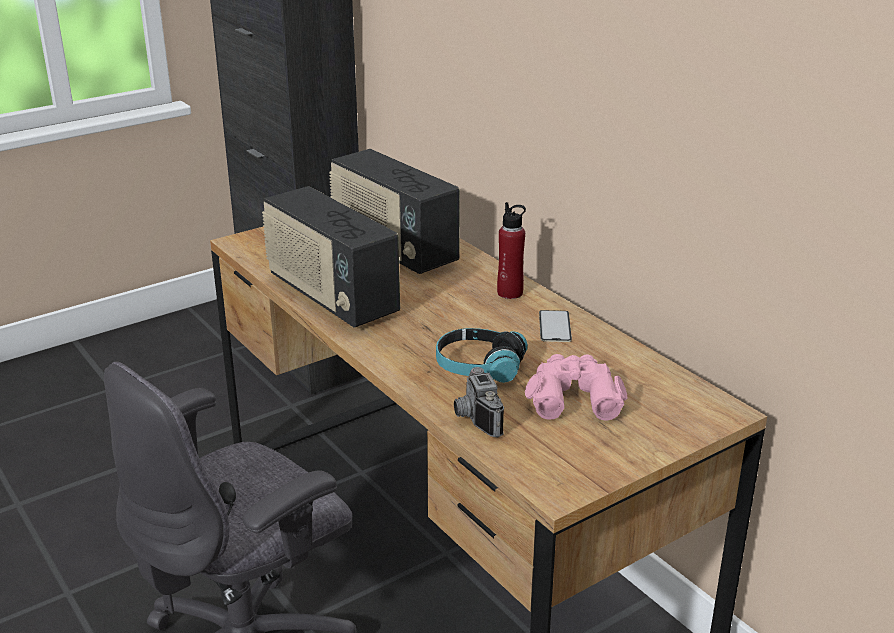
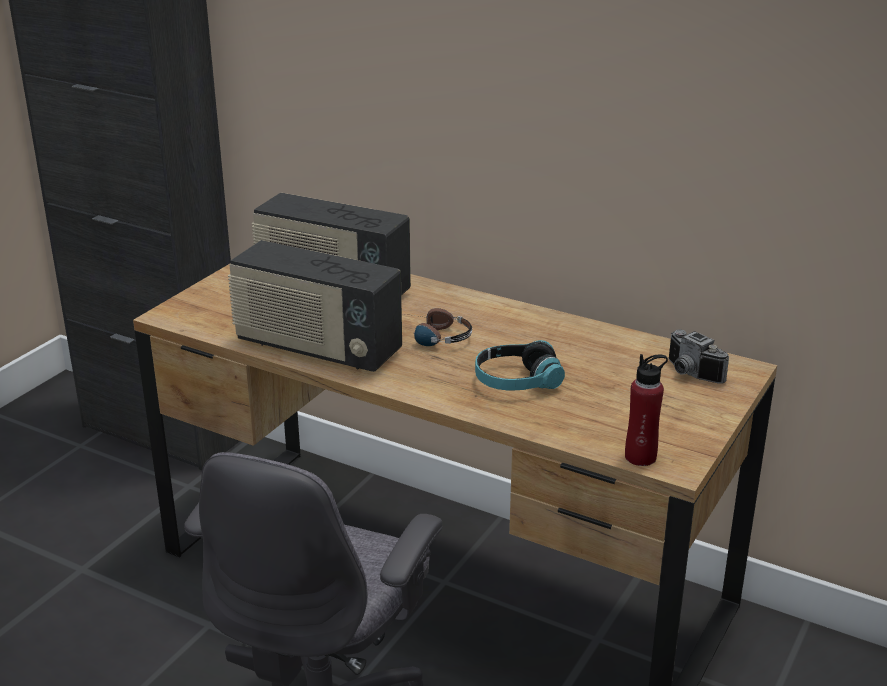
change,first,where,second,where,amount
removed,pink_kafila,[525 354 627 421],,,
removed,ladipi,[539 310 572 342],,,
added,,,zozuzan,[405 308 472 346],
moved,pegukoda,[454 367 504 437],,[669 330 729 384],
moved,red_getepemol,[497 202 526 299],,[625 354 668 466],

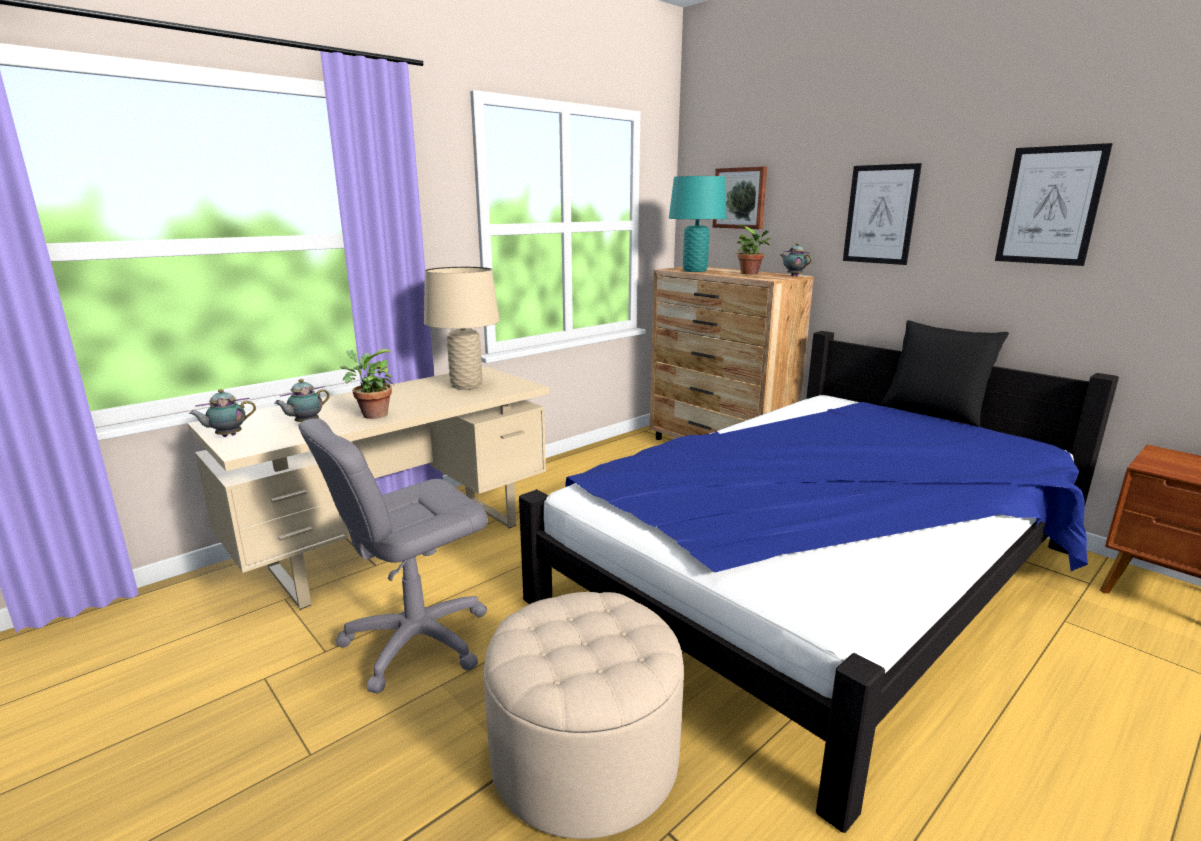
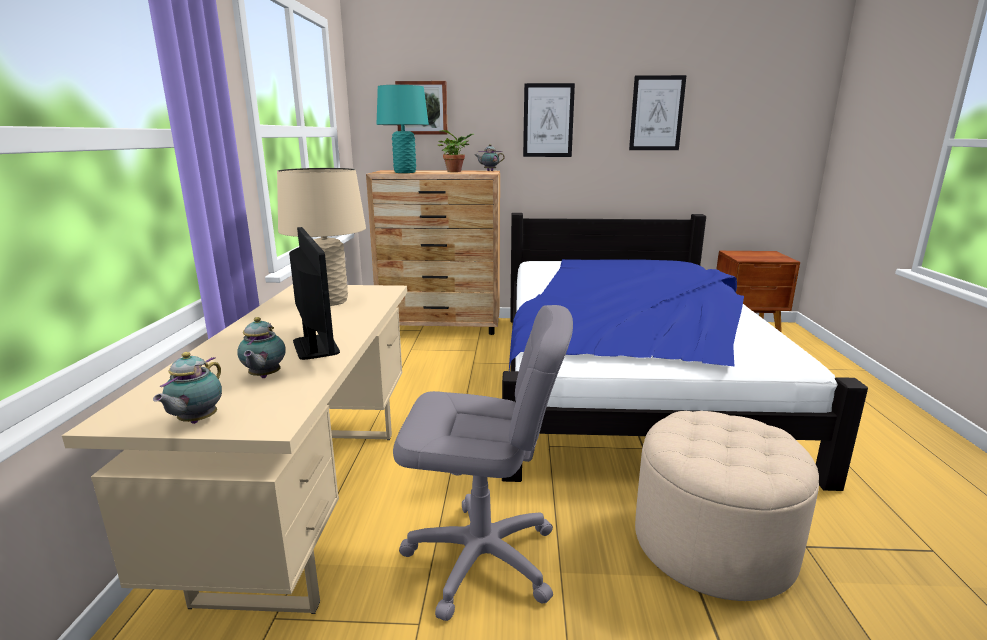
change,first,where,second,where,amount
removed,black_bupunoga,[881 320 1009 427],,,
replaced,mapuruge,[340 349 394 419],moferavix,[289 227 340 360],
turned,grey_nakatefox,[298 418 488 693],,[393 305 573 621],90 degrees counterclockwise

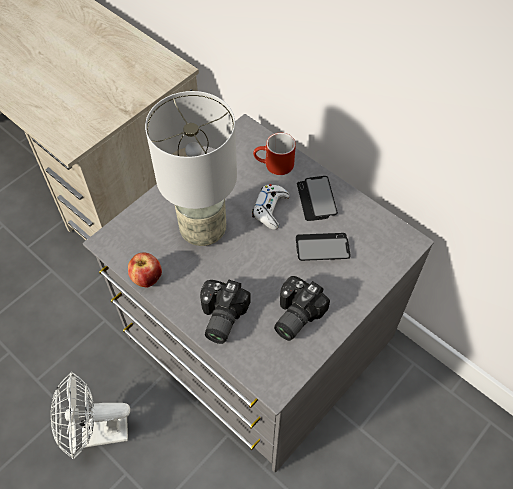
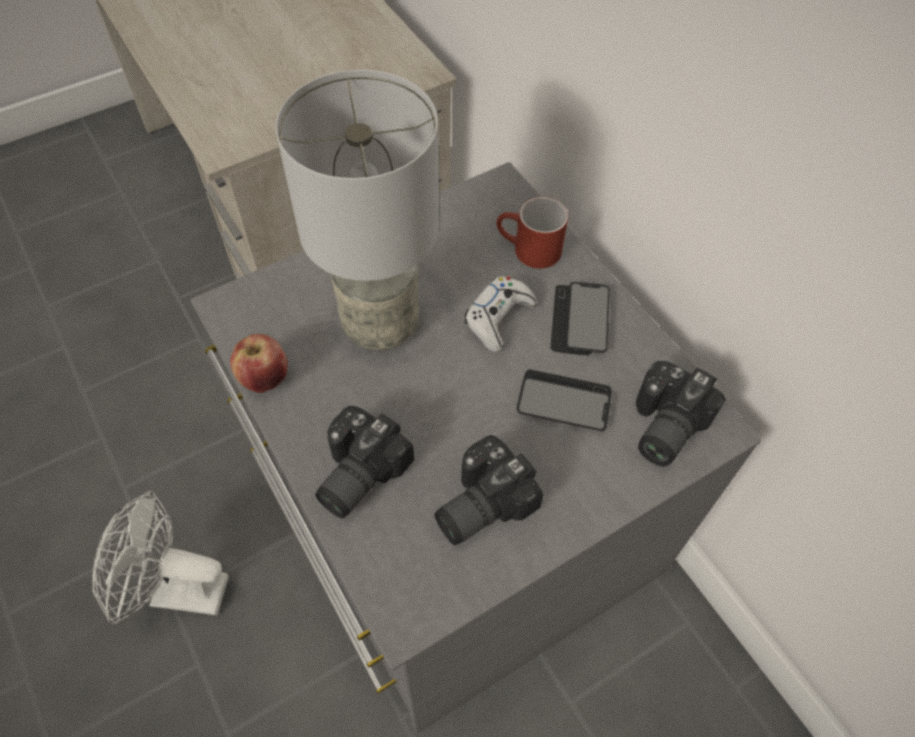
change,first,where,second,where,amount
added,,,pegukoda,[636 361 726 467],

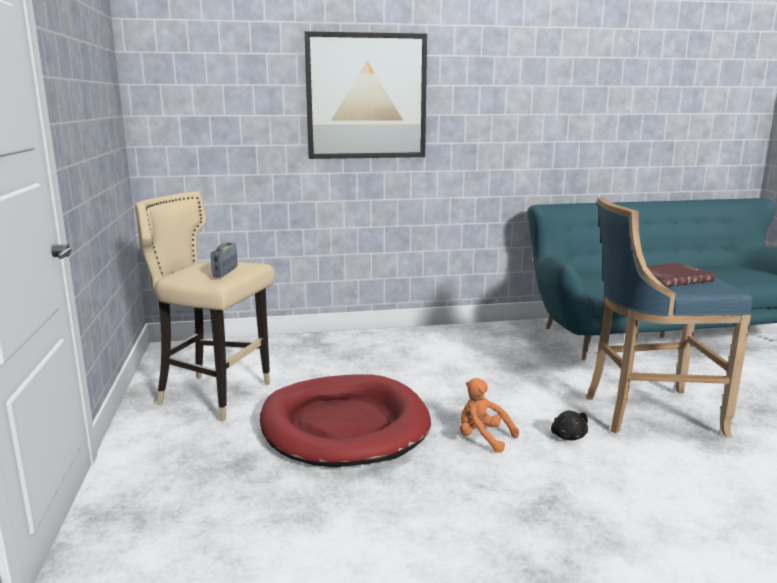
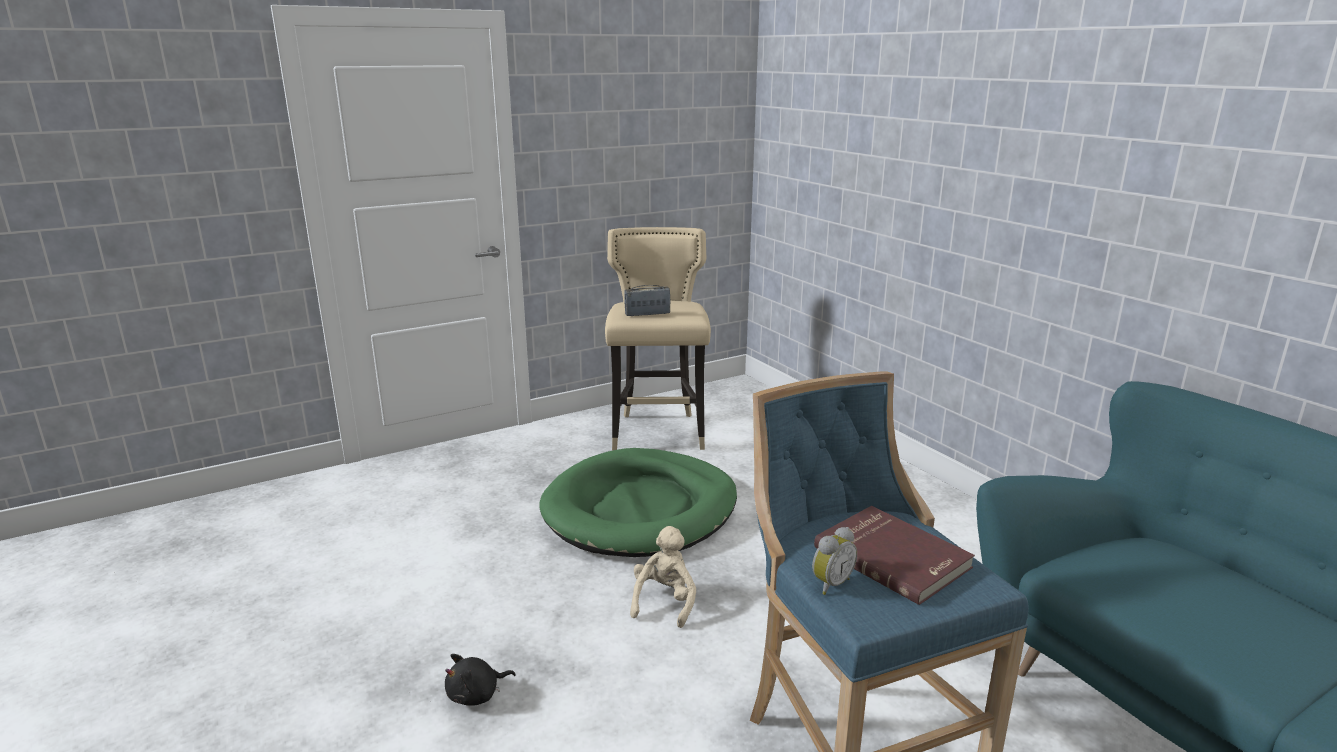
change,first,where,second,where,amount
removed,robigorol,[304 31 427 159],,,
added,,,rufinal,[812 527 857 595],
moved,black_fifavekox,[551 411 588 440],,[445 654 516 706],
recoloured,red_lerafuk,[260 374 431 467],green_lerafuk,[539 448 737 557],
recoloured,orange_fifavekox,[460 378 519 453],beige_fifavekox,[630 526 696 628],

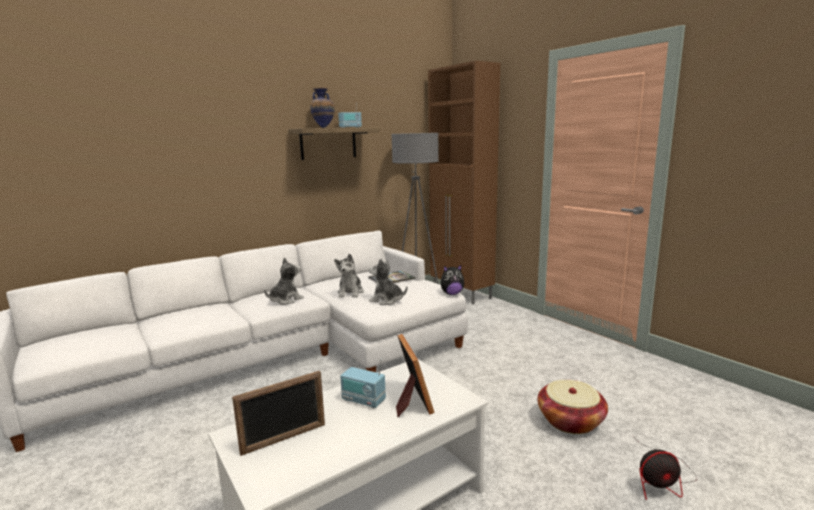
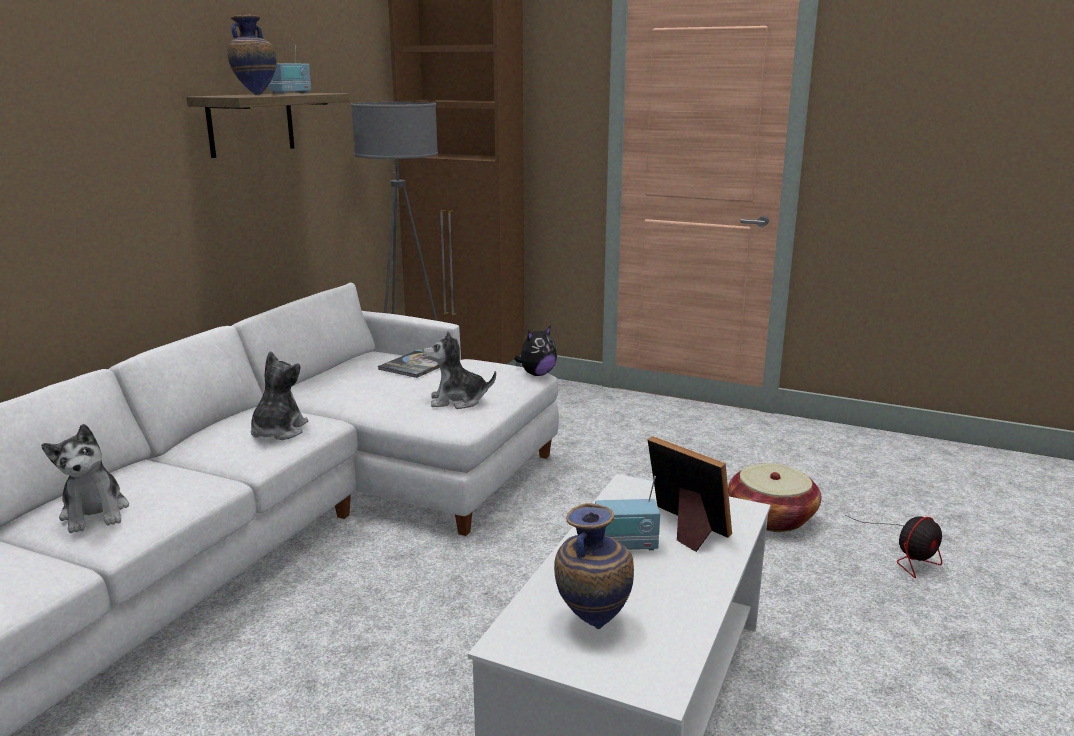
change,first,where,second,where,amount
moved,fifavekox,[334 254 364 298],,[41 424 129 533],
replaced,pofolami,[232 371 325 456],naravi,[554 503 634 629],

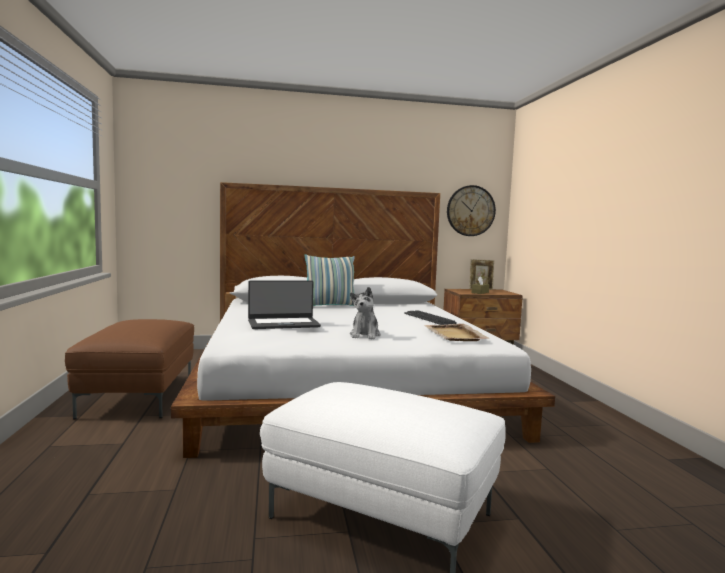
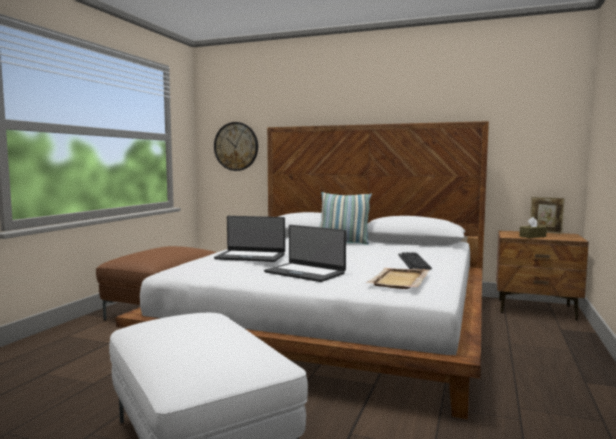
change,first,where,second,where,amount
moved,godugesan,[447 185 496 236],,[214 122 258 171],
replaced,fifavekox,[350 287 381 339],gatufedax,[264 225 346 282],

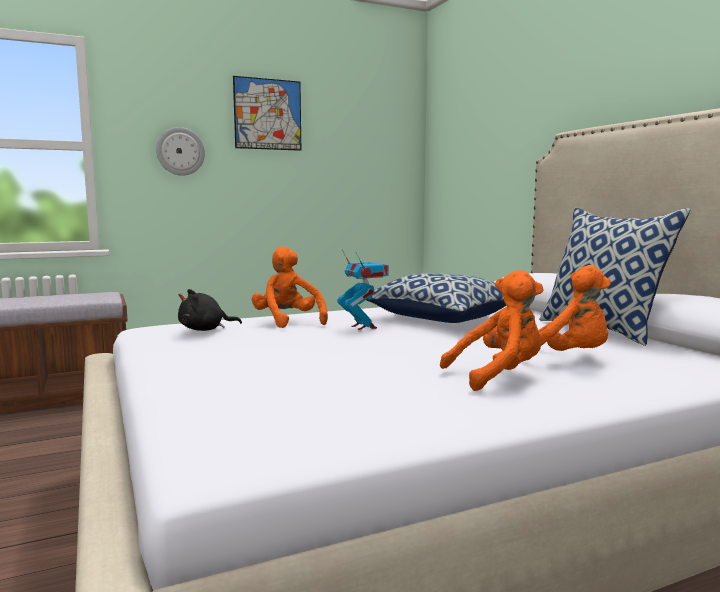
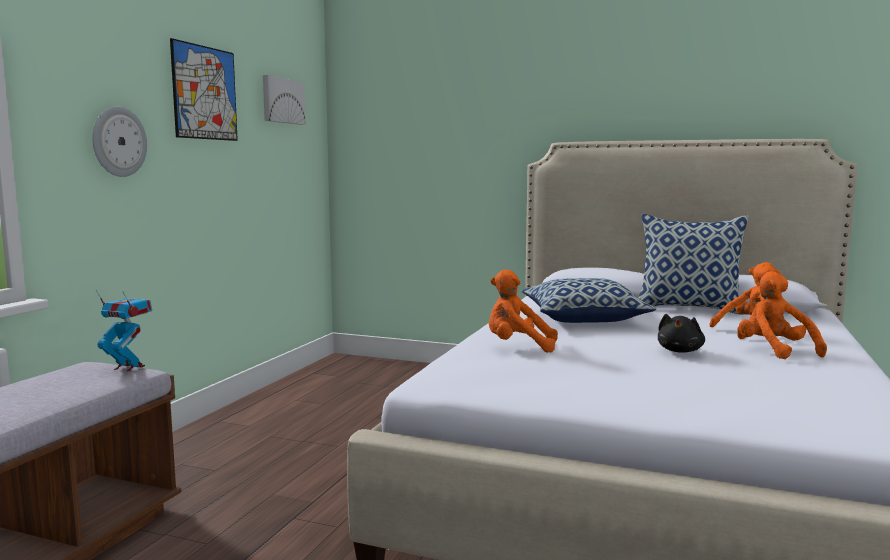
change,first,where,second,where,amount
added,,,robigorol,[263 75 305 125],
moved,black_fifavekox,[178 289 242 331],,[658 314 705 353],
moved,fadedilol,[338 250 389 330],,[96 290 152 371],
turned,orange_fifavekox,[440 270 544 391],,[739 271 827 359],45 degrees counterclockwise

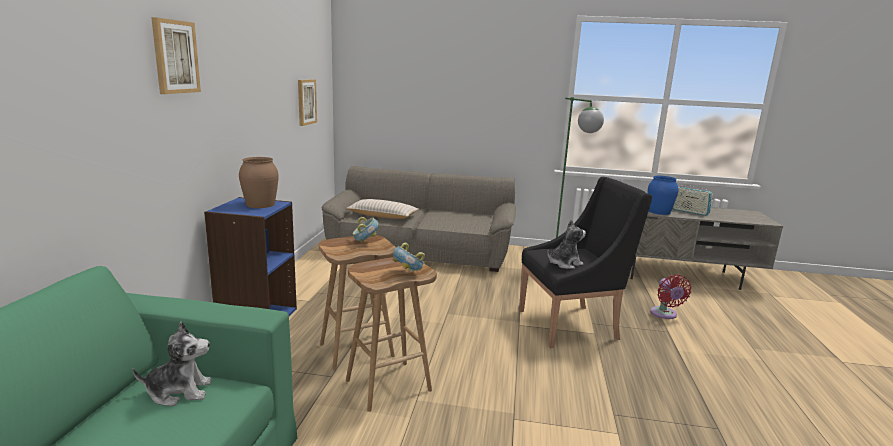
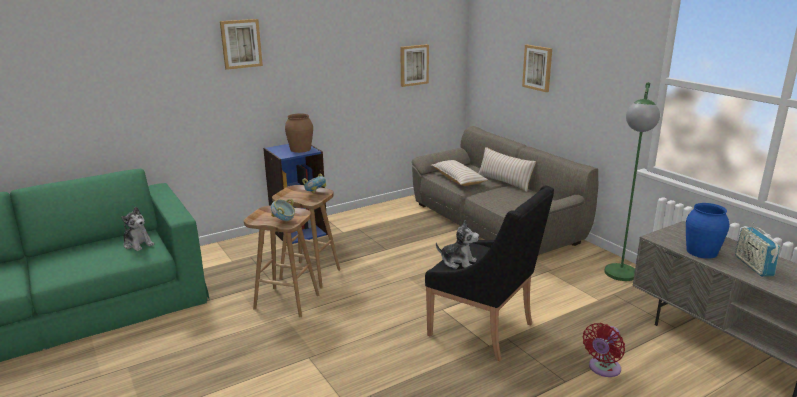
change,first,where,second,where,amount
added,,,beige_bupunoga,[478 147 536 192],
added,,,robigorol,[522 45 552 92],

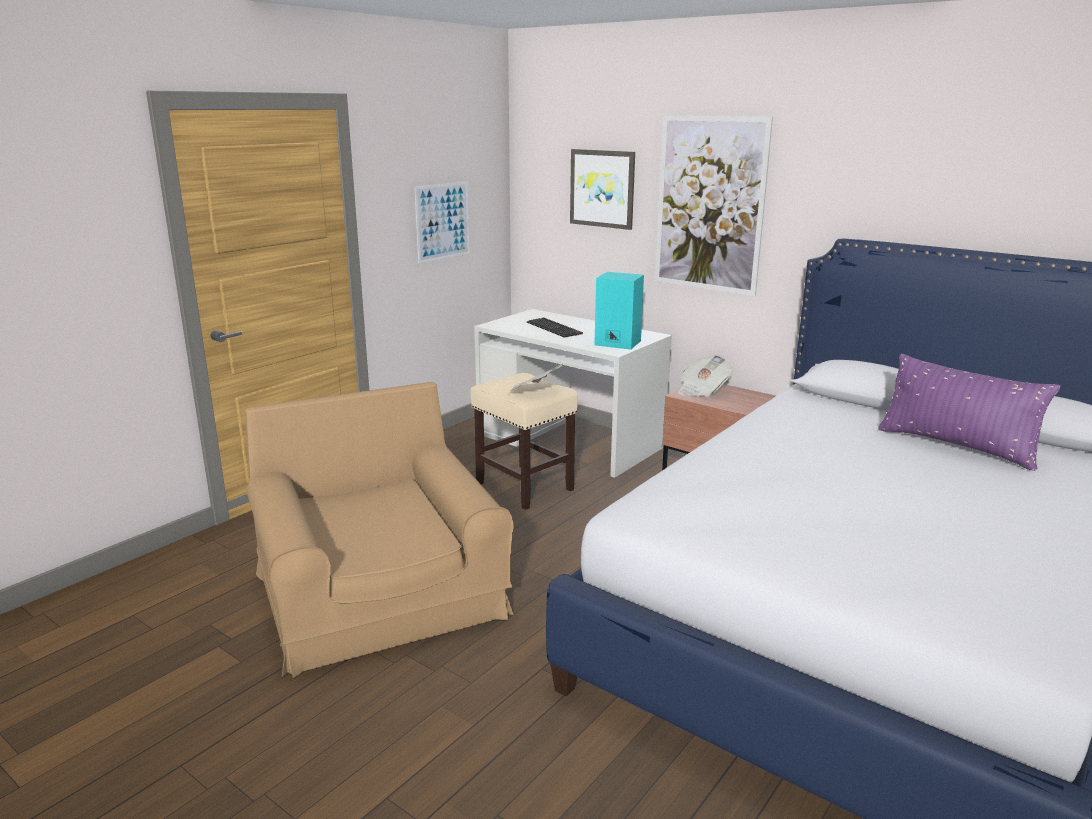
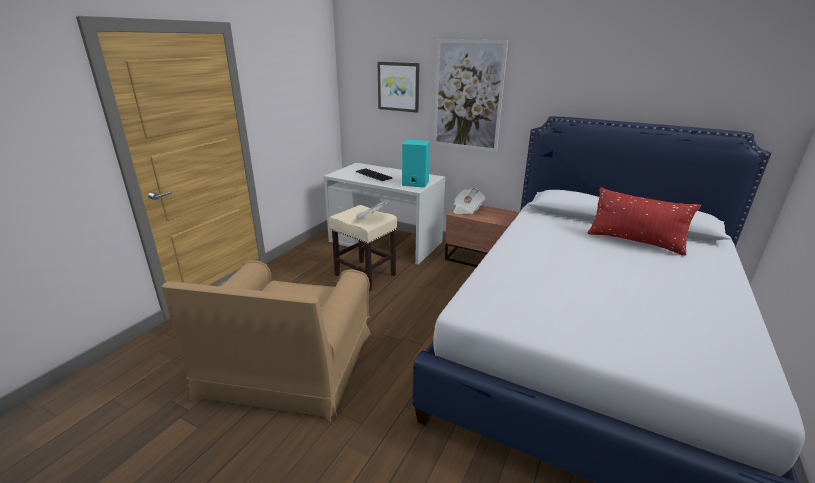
change,first,where,second,where,amount
removed,robigorol,[414 182 469 263],,,
recoloured,purple_bupunoga,[878 354 1060 471],red_bupunoga,[587 187 700 256],
turned,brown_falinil,[245 382 514 678],,[161 260 371 422],135 degrees counterclockwise

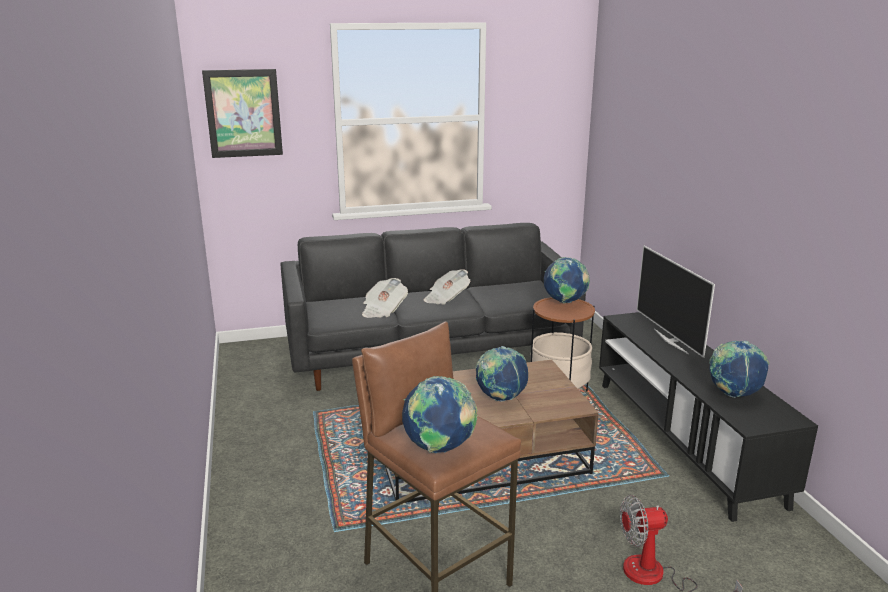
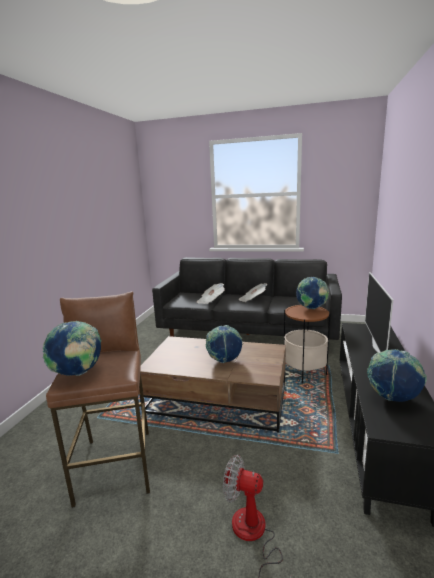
change,first,where,second,where,amount
removed,robigorol,[202 69 283 158],,,

